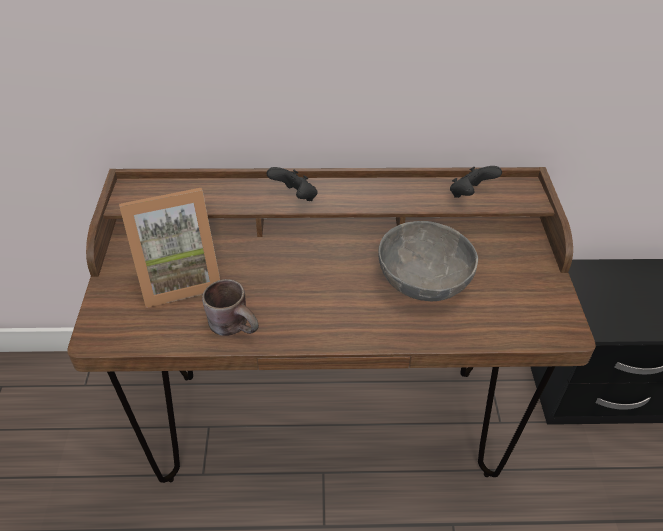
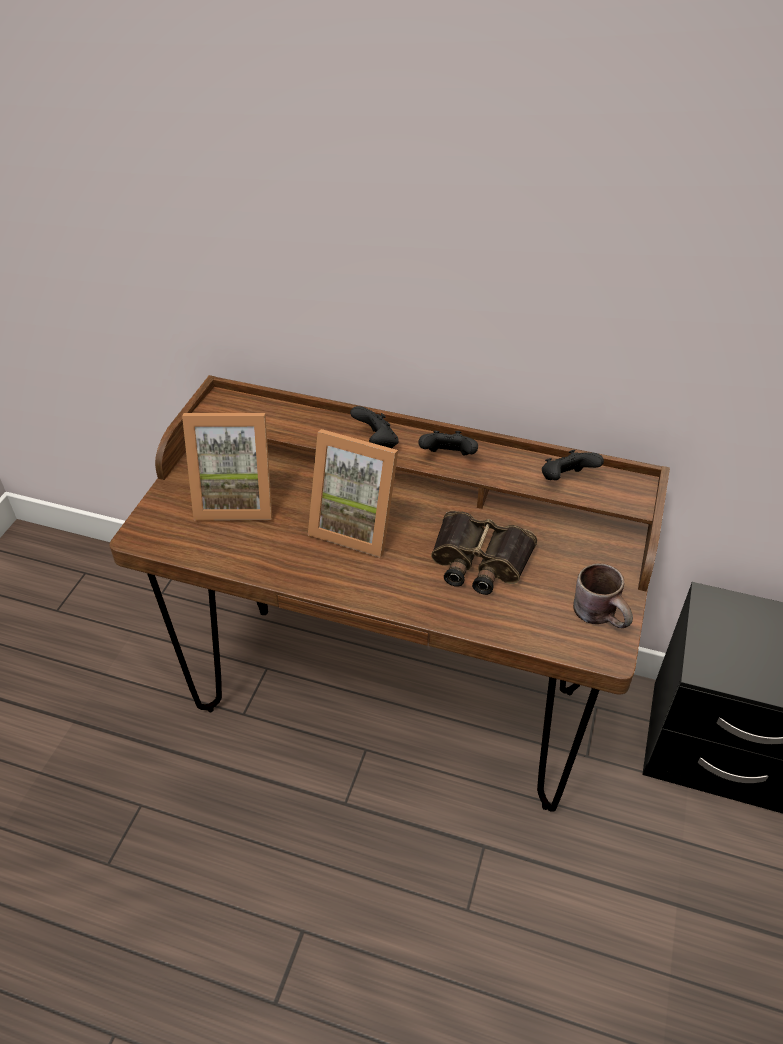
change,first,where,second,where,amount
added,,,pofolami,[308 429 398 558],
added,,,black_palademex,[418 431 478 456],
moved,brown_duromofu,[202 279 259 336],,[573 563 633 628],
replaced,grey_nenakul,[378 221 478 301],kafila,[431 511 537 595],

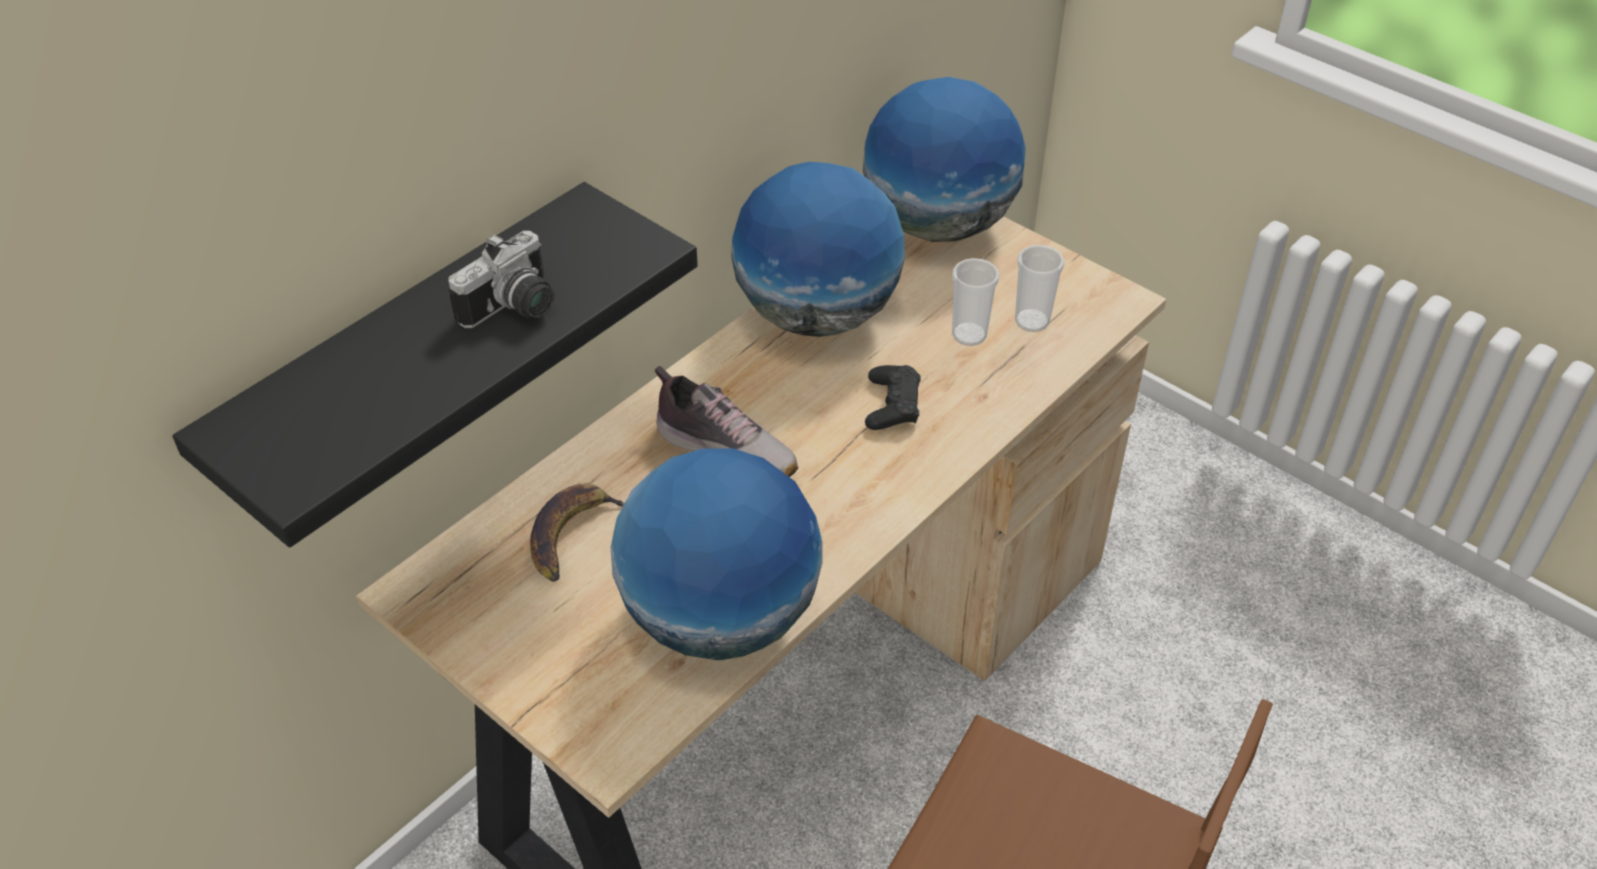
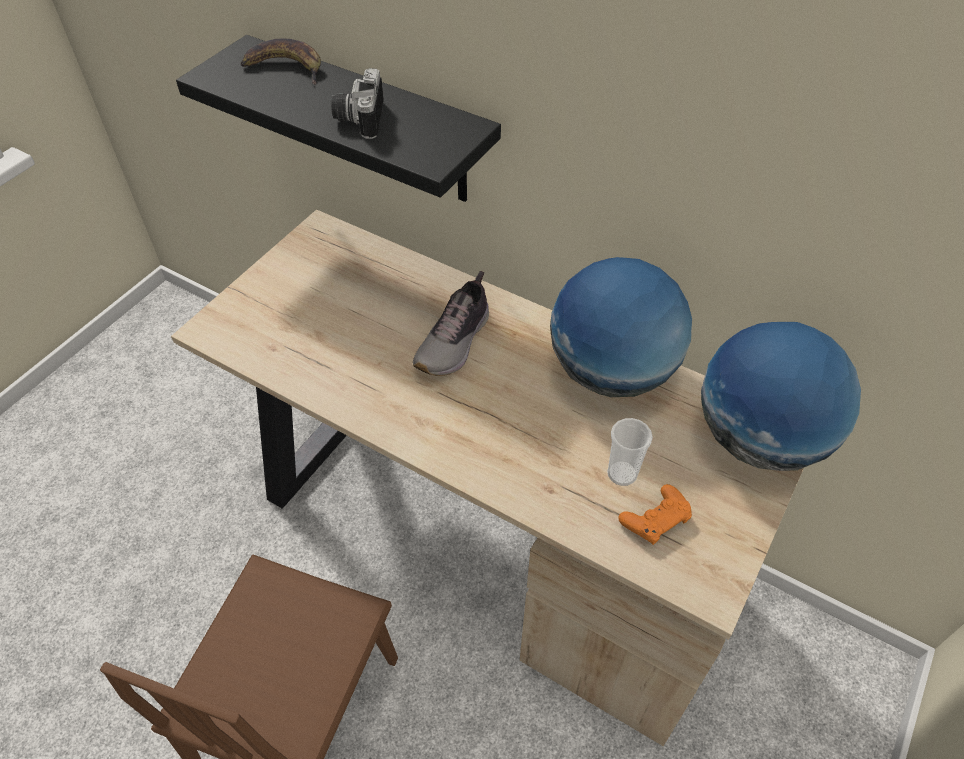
change,first,where,second,where,amount
removed,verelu,[611 448 823 660],,,
removed,black_palademex,[865 365 921 430],,,
moved,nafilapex,[530 483 625 582],,[241 38 321 85],
replaced,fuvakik,[1015 245 1064 332],orange_palademex,[618 484 692 545],
turned,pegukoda,[448 231 554 328],,[331 68 384 139],60 degrees clockwise

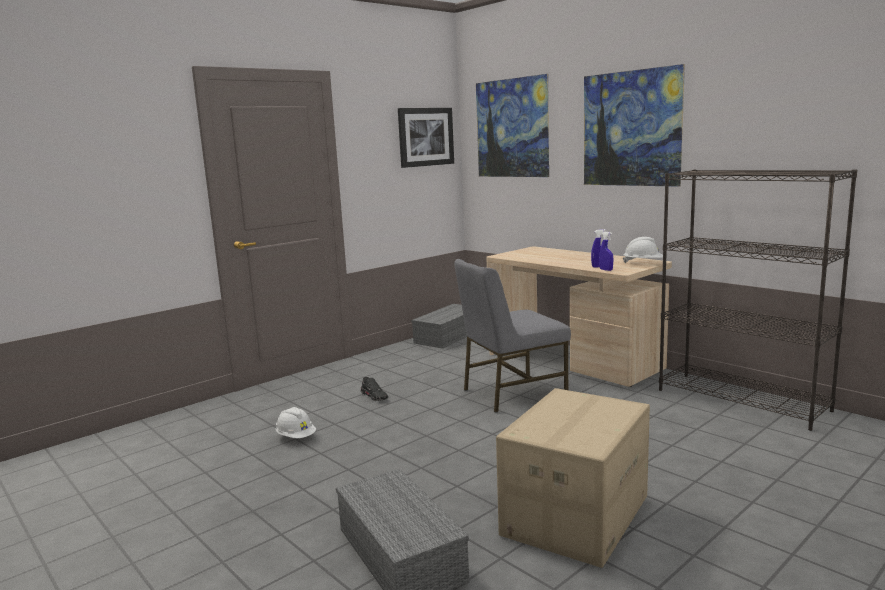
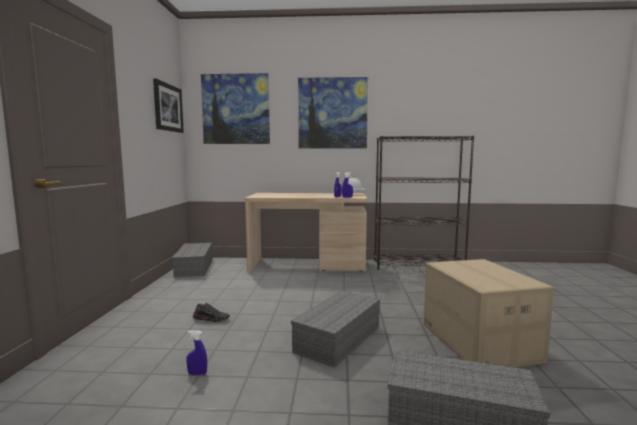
change,first,where,second,where,amount
removed,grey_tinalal,[455 259 571 413],,,
added,,,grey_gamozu,[291 291 380 368],
replaced,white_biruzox,[276 407 316 438],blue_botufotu,[186 330 207 375],

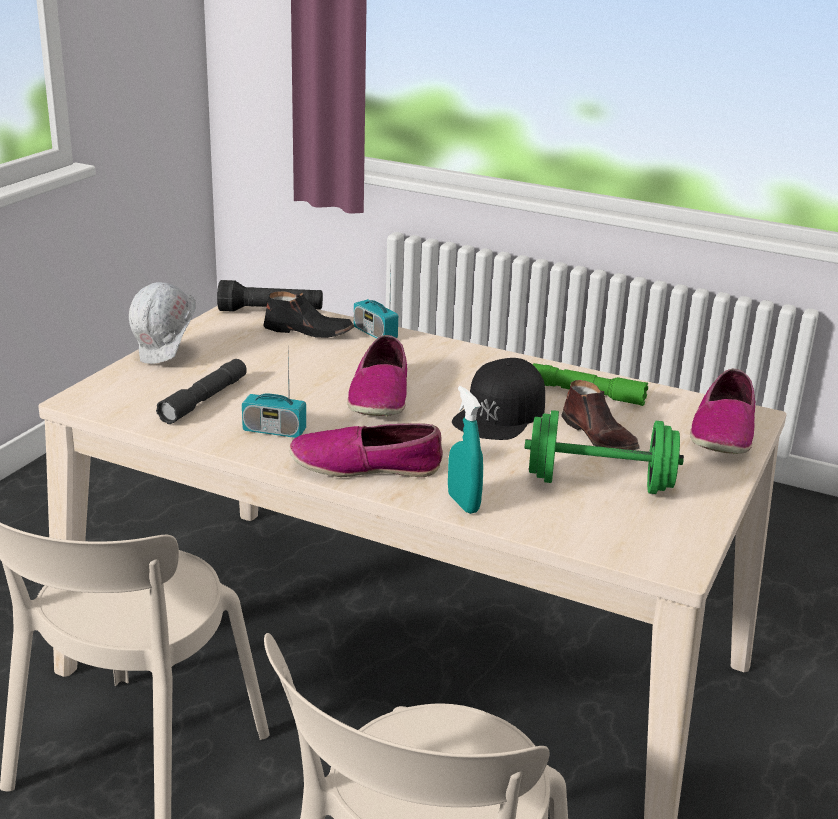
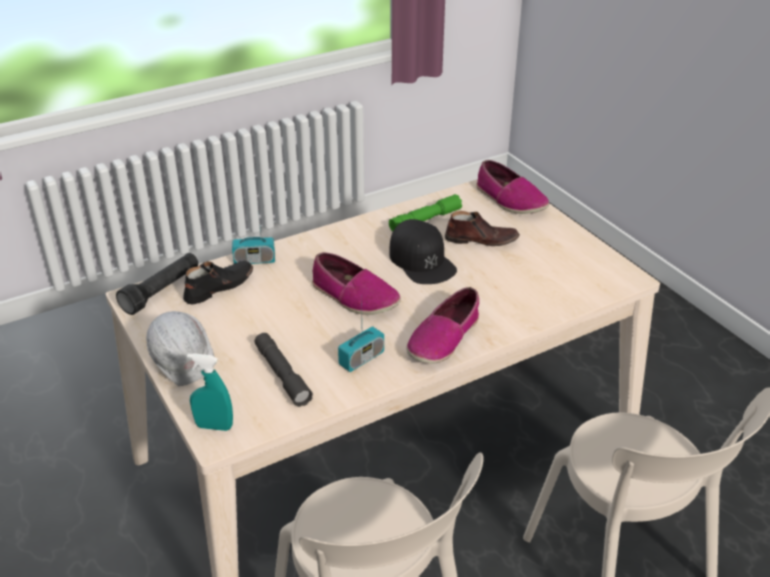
change,first,where,second,where,amount
removed,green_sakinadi,[525 410 684 494],,,
moved,turquoise_botufotu,[448 386 483 514],,[187 353 233 431],

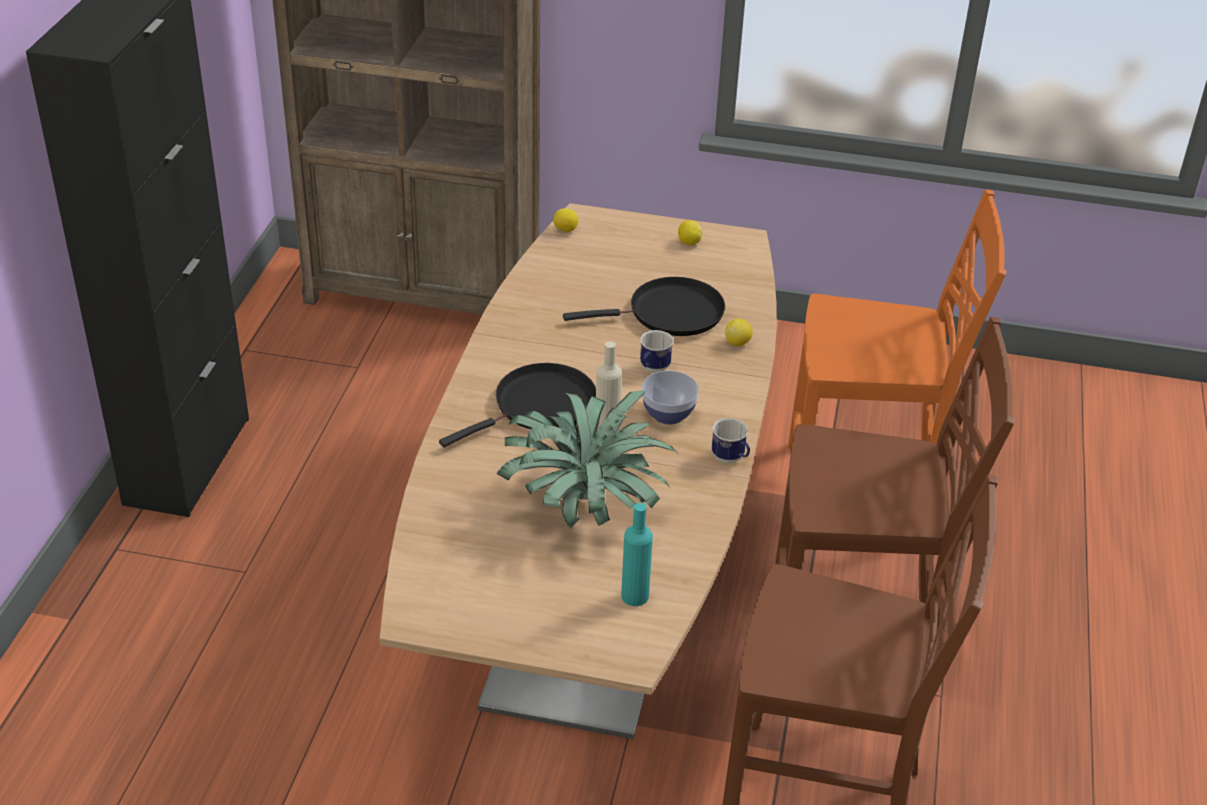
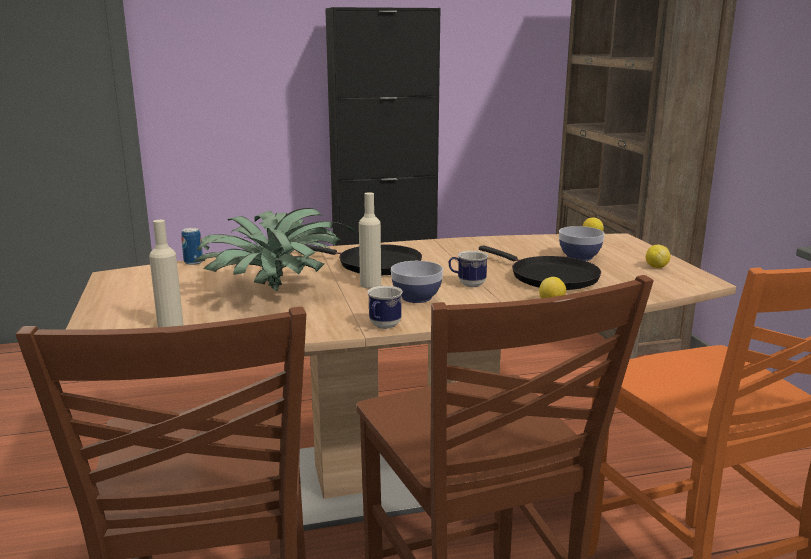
change,first,where,second,where,amount
added,,,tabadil,[181 228 203 265],
added,,,nenakul,[559 226 605 261],
recoloured,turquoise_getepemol,[621 503 653 606],beige_getepemol,[149 220 183 327],

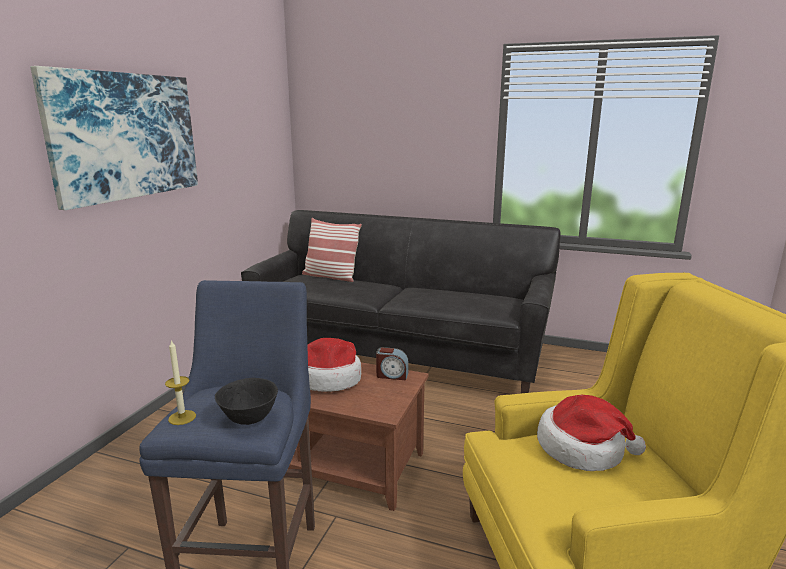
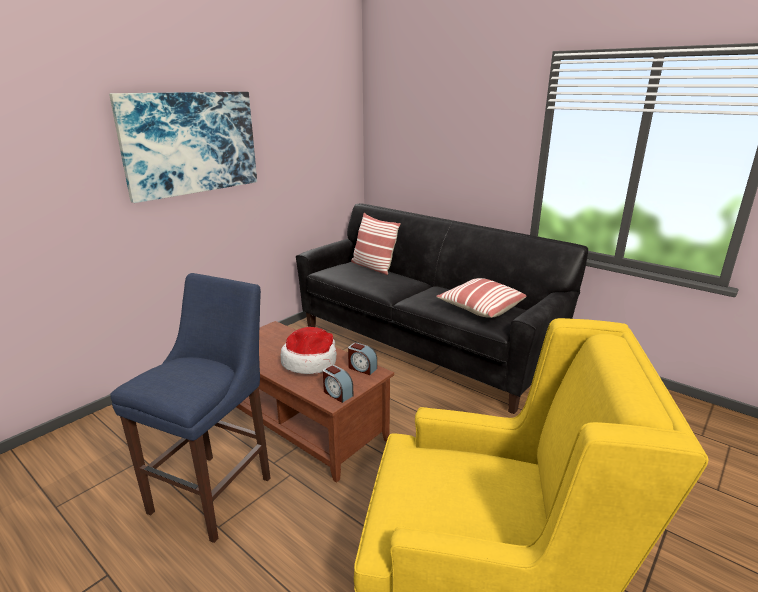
change,first,where,second,where,amount
removed,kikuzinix,[165 339 196 425],,,
removed,black_nenakul,[215 378 278 425],,,
removed,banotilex,[537 395 646 471],,,
added,,,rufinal,[323 365 354 403],
added,,,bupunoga,[436 278 527 318],

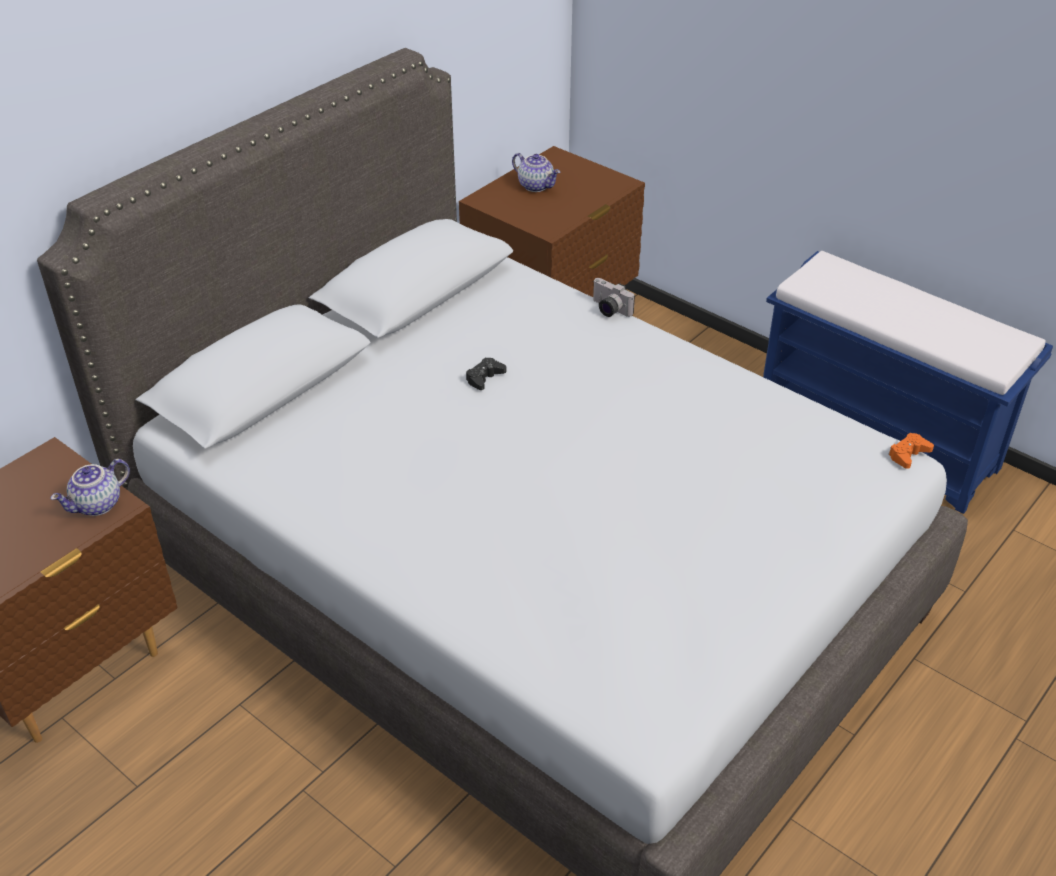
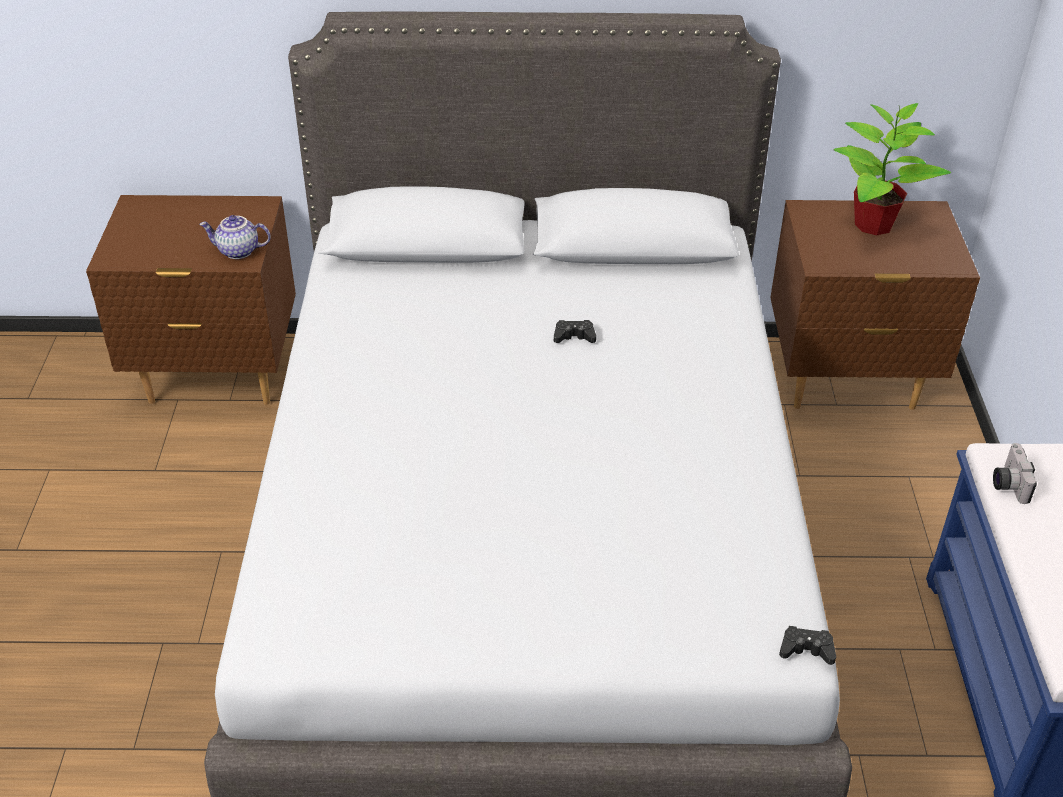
change,first,where,second,where,amount
moved,pegukoda,[593 278 635 317],,[993 443 1037 504],
replaced,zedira,[512 153 560 192],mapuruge,[833 103 951 235],
recoloured,orange_palademex,[888 433 934 469],black_palademex,[779 626 836 665],

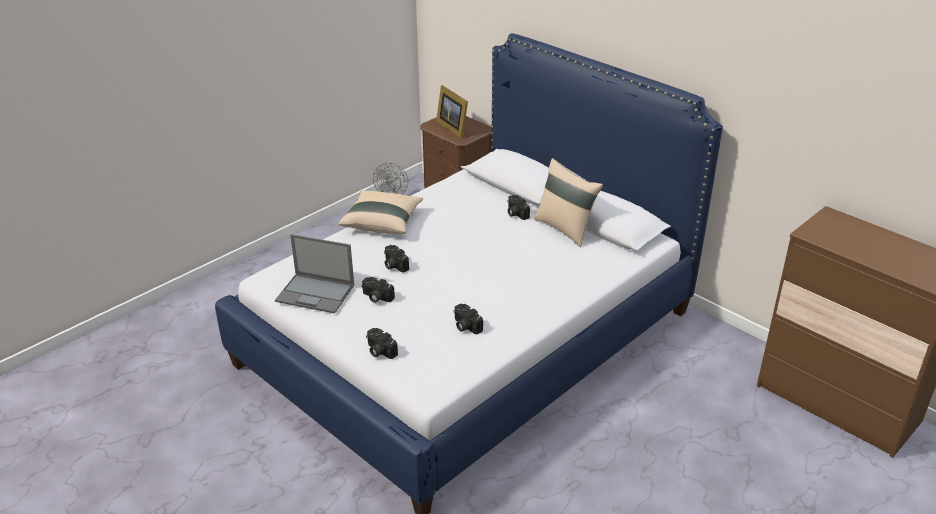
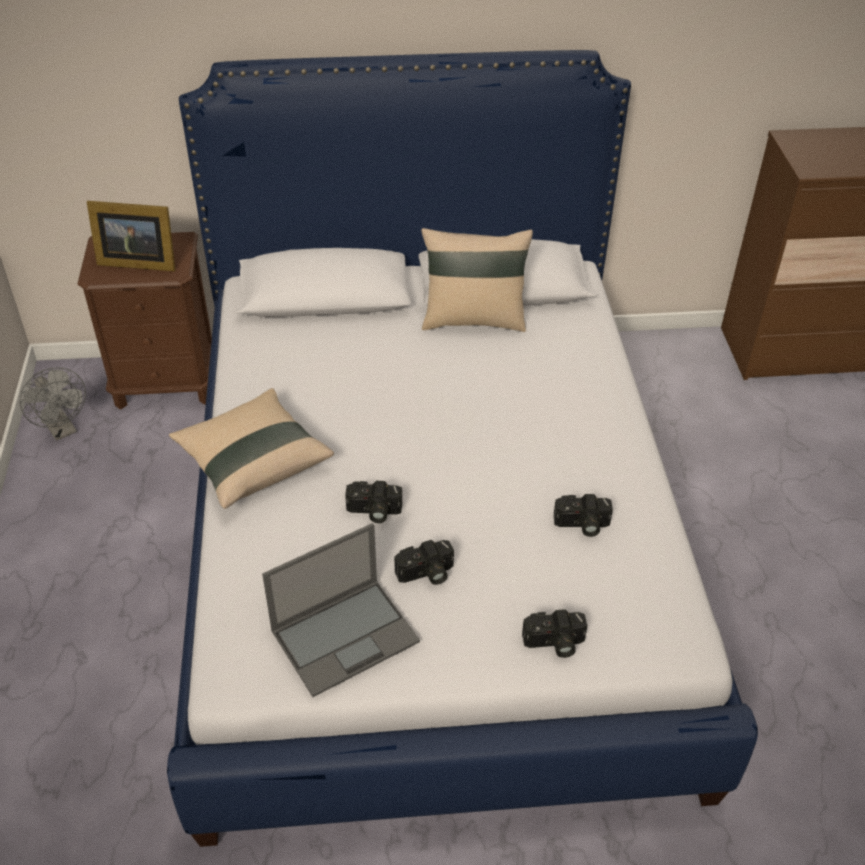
change,first,where,second,where,amount
removed,pegukoda,[507 195 530 220],,,

